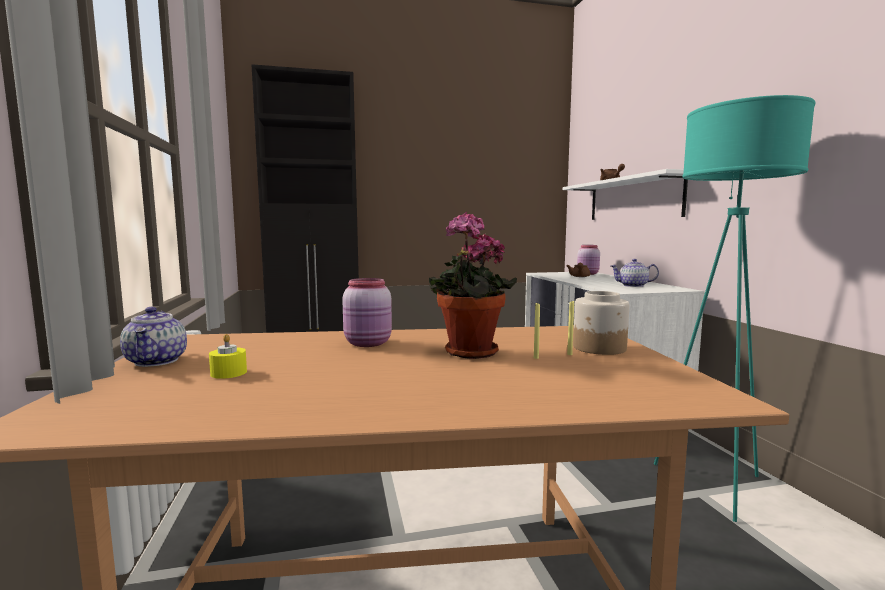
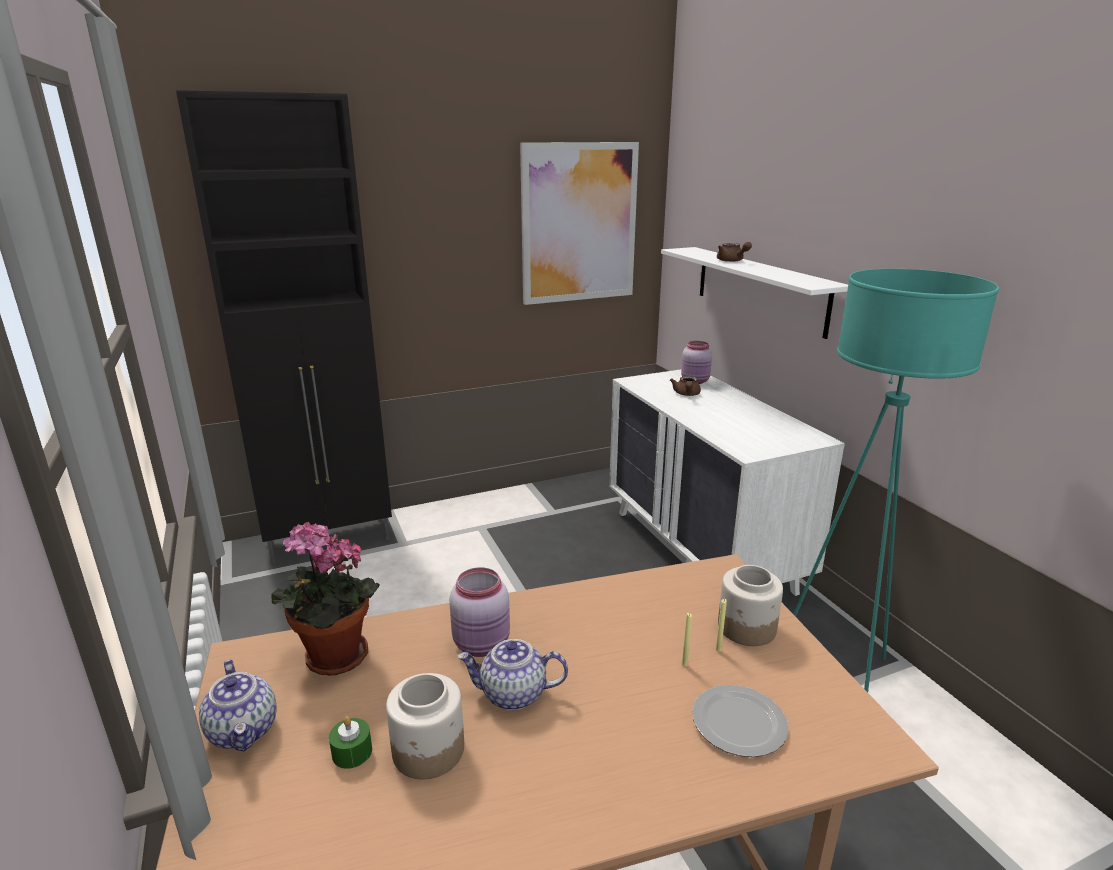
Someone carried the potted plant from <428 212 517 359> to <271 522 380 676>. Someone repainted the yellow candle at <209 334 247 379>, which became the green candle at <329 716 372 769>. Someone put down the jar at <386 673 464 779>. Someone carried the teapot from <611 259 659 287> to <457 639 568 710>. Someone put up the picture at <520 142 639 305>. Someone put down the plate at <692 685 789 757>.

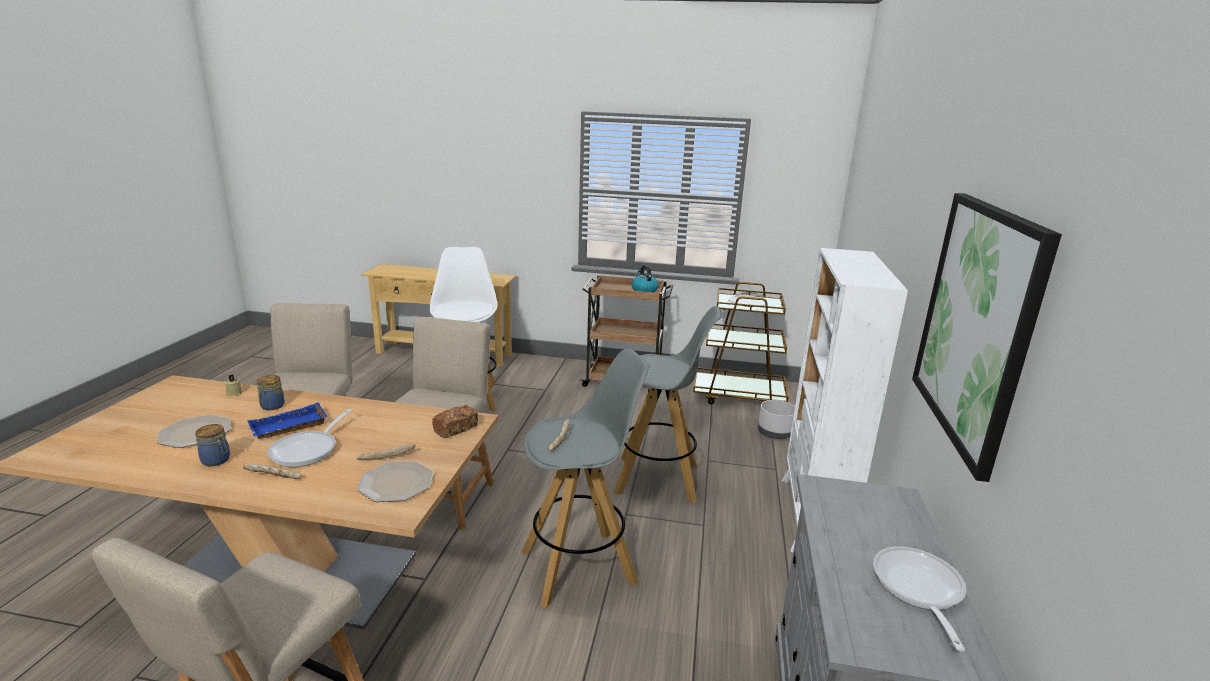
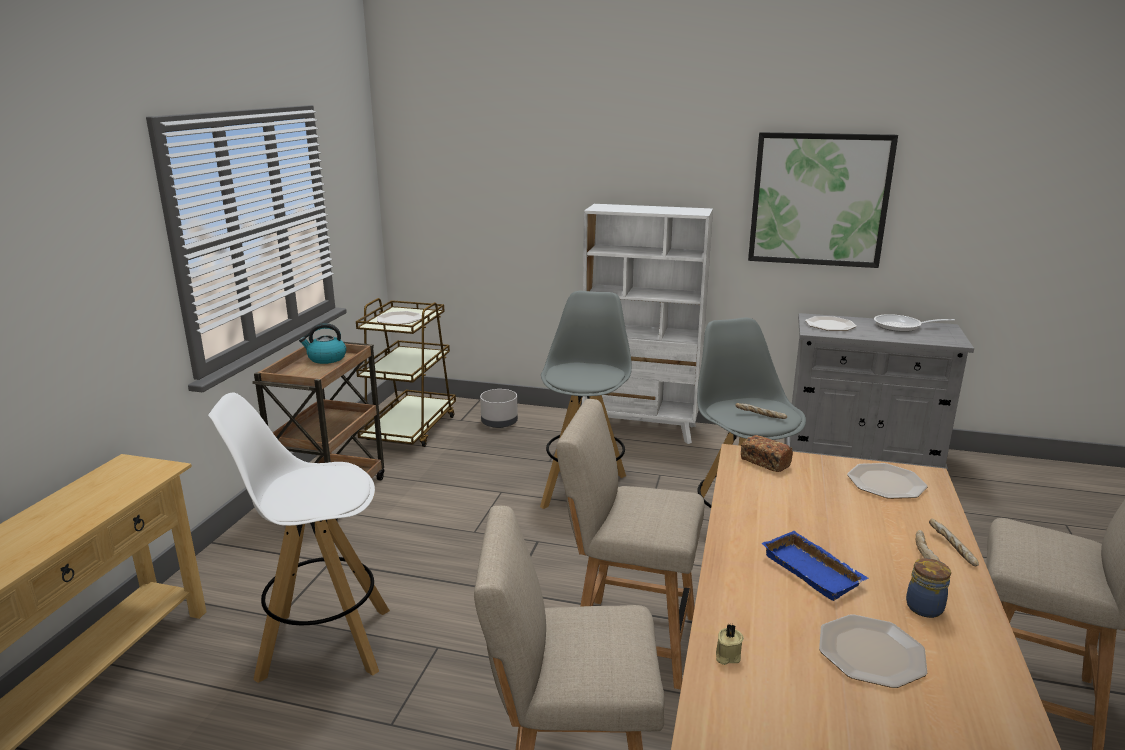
Someone put down the plate at <805 316 857 331>. Someone carried the bread from <356 443 415 460> to <929 518 979 567>. Someone took away the jar at <257 375 285 410>. Someone took away the frying pan at <267 409 353 467>.

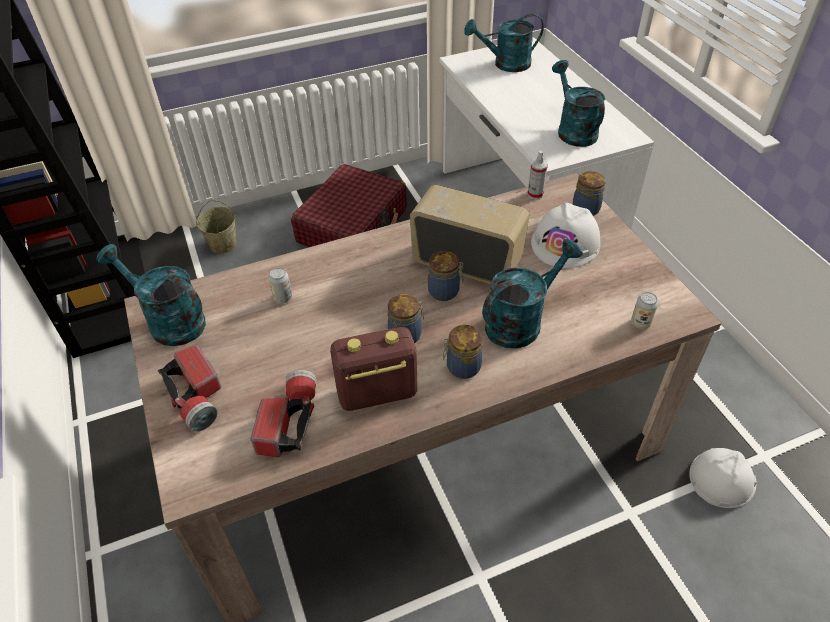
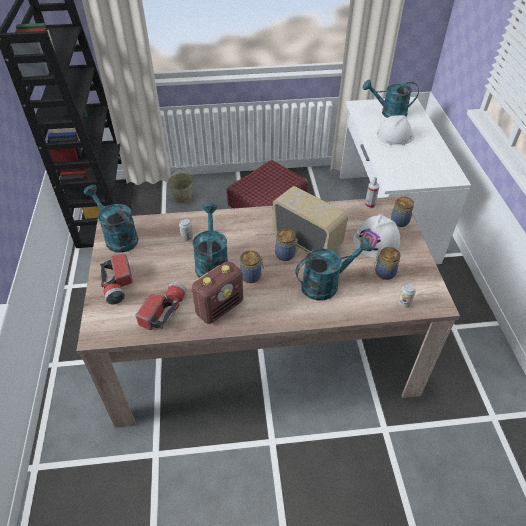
Someone carried the turquoise watering can from <552 60 605 147> to <192 203 228 278>. Someone rotated the radio at <330 327 417 411> by 135 degrees clockwise. Someone carried the jar from <443 325 482 379> to <374 247 401 280>. Someone carried the white hard hat from <689 448 757 508> to <377 115 414 145>.

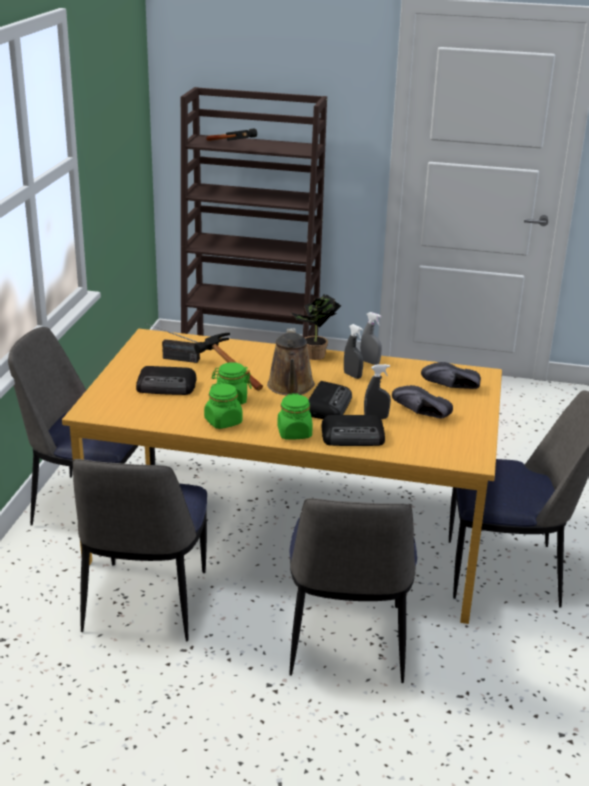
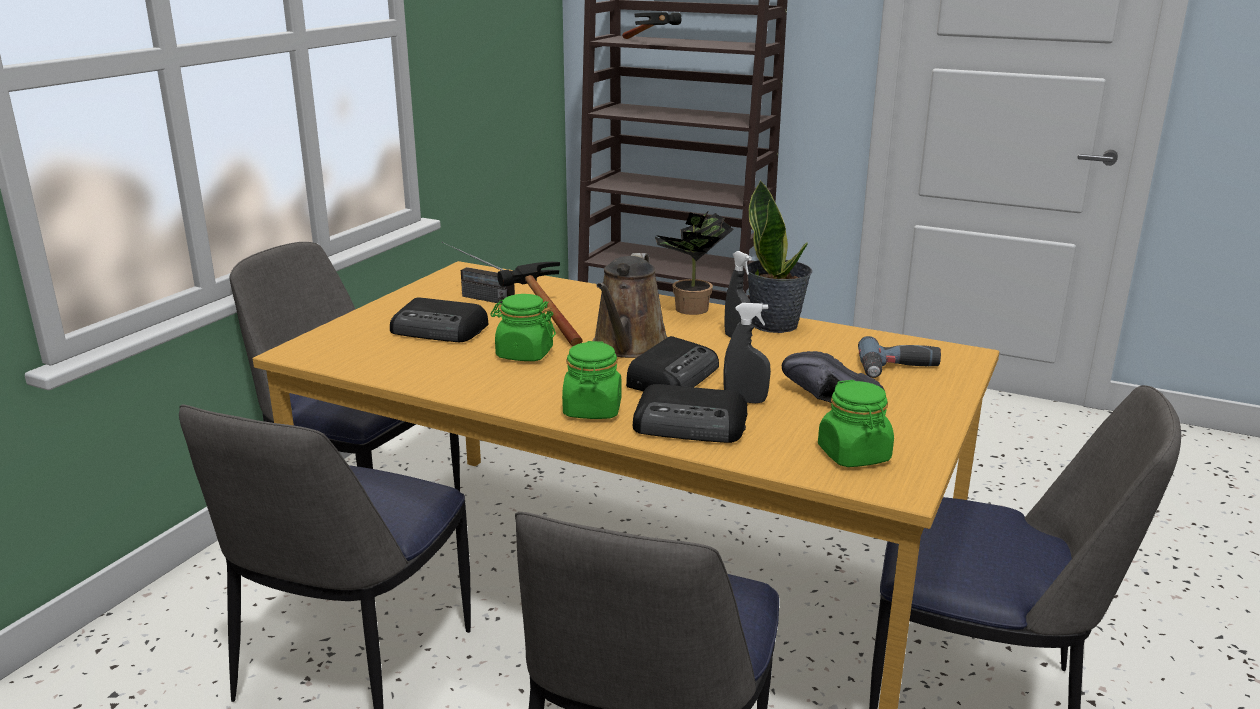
Someone swapped the grey spray bottle at <360 312 382 365> for the potted plant at <747 180 812 333>. Someone carried the green jar from <204 383 243 429> to <818 380 894 467>. Someone swapped the black shoe at <421 362 481 389> for the power drill at <858 336 941 378>.

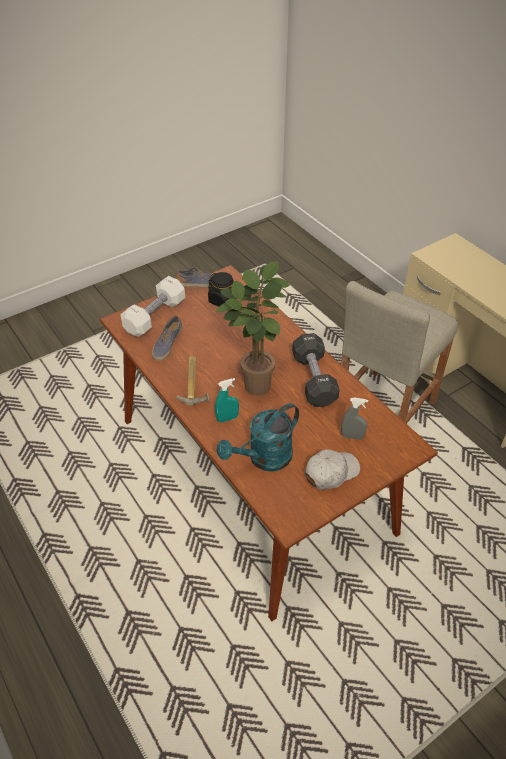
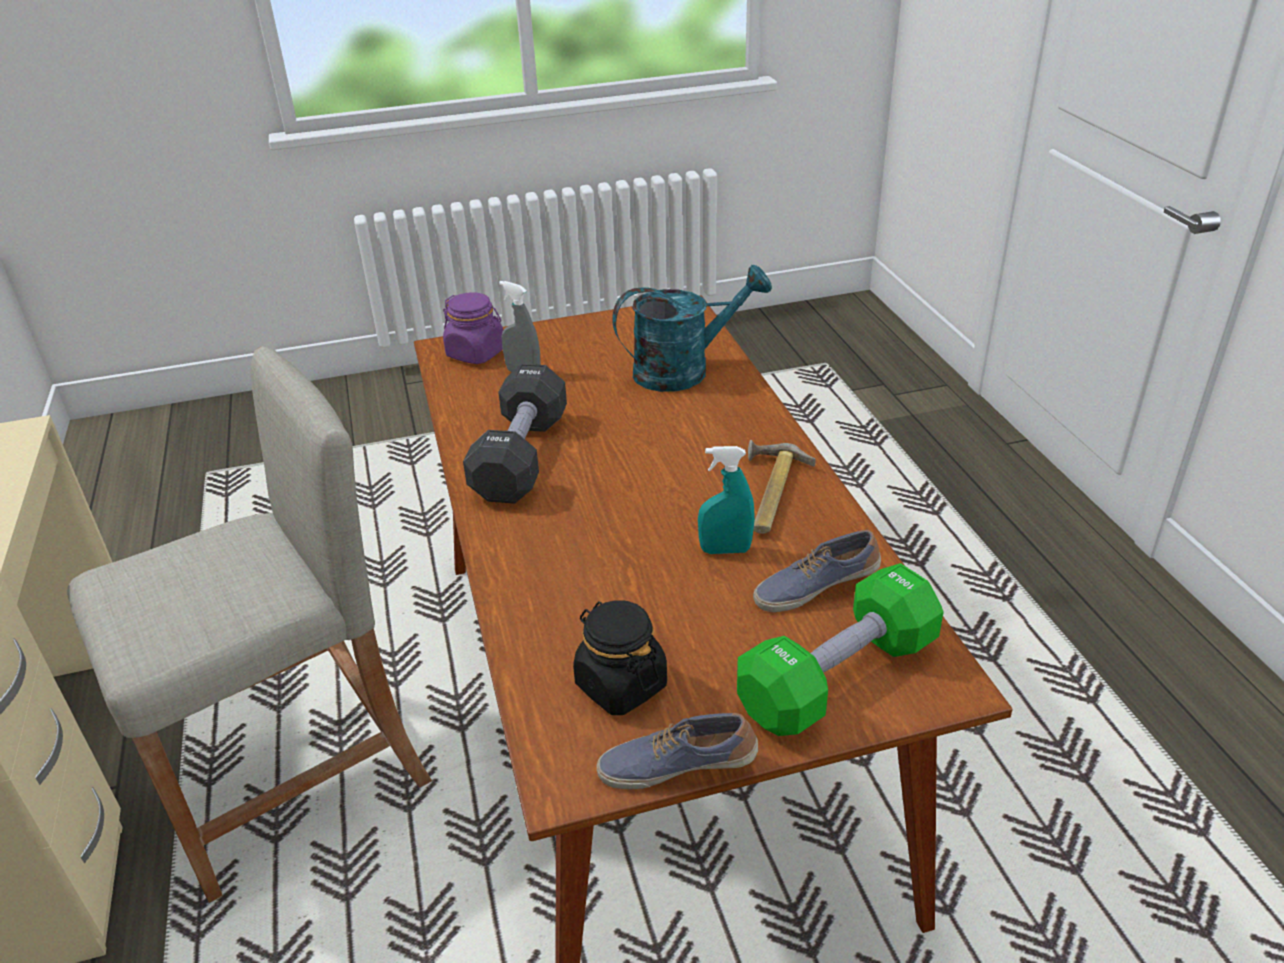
Someone put down the purple jar at <443 292 503 364>. Someone carried the turquoise spray bottle from <215 378 239 423> to <698 446 755 554>. Someone repainted the white dumbbell at <121 276 185 337>, which became the green dumbbell at <737 563 944 736>. Someone rotated the shoe at <152 315 183 361> by 150 degrees counterclockwise. Someone took away the potted plant at <216 261 289 396>. Someone took away the white cap at <305 449 360 490>.

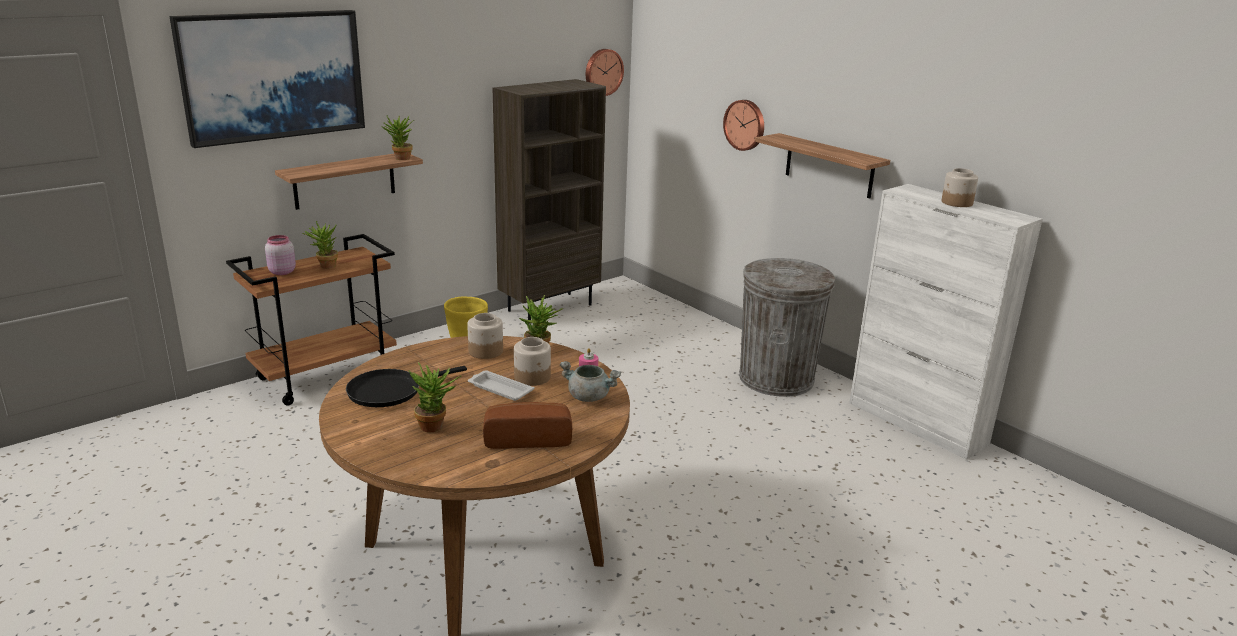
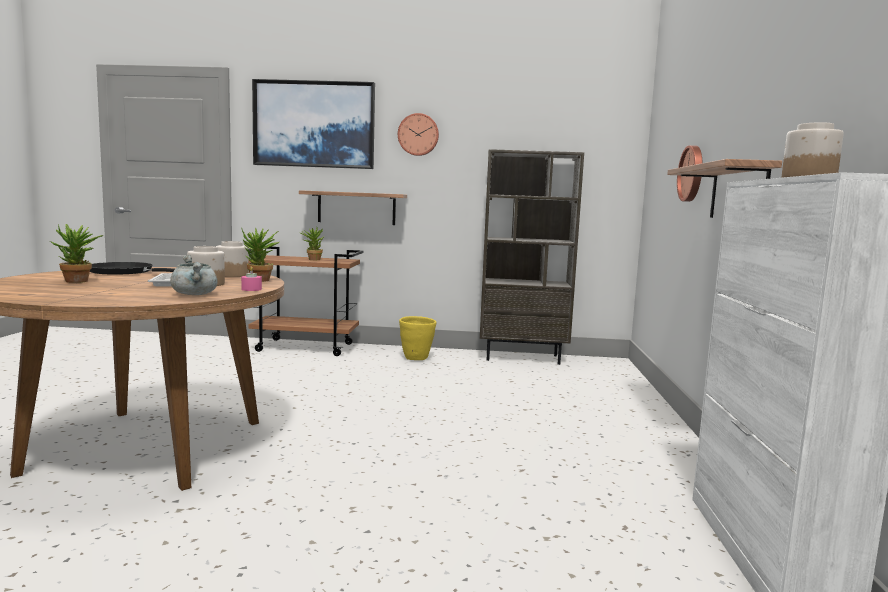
Someone carried the wall clock from <586 49 624 96> to <398 113 439 156>. Someone took away the pink jar at <265 235 296 275>. Someone took away the potted plant at <381 116 414 160>. Someone took away the bread at <483 402 572 449>. Someone took away the grey trash can at <739 258 835 397>.

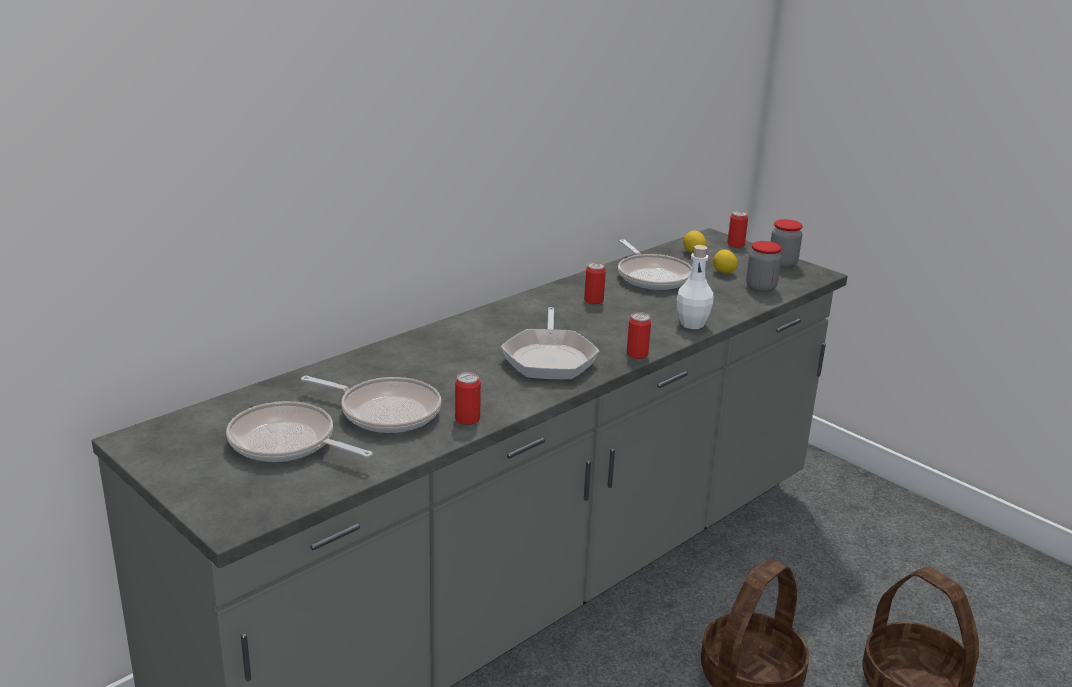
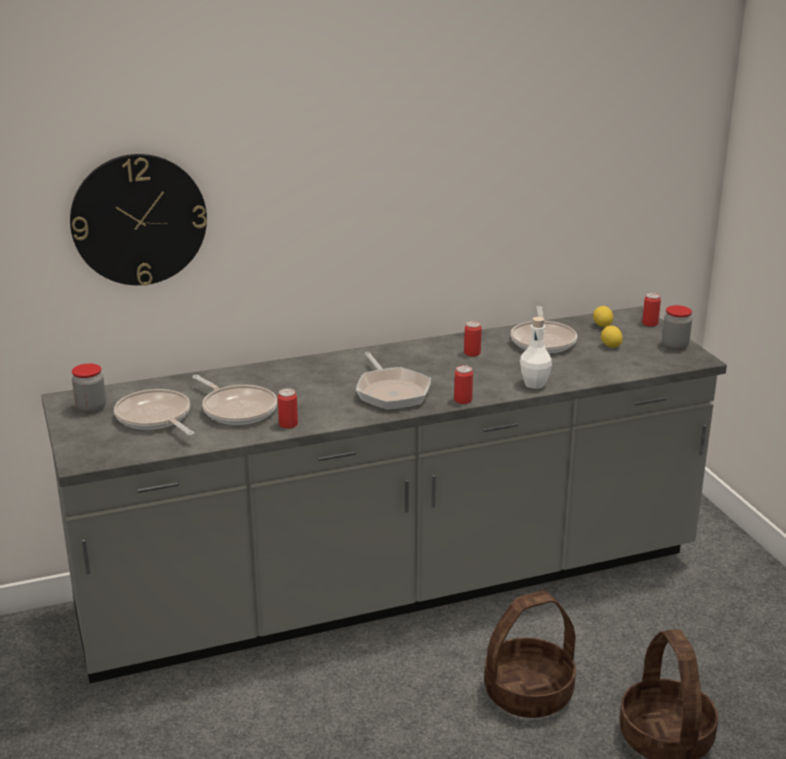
Someone put up the wall clock at <70 154 207 285>. Someone carried the jar from <746 241 782 292> to <72 363 106 414>. Someone rotated the frying pan at <501 307 599 380> by 45 degrees counterclockwise.

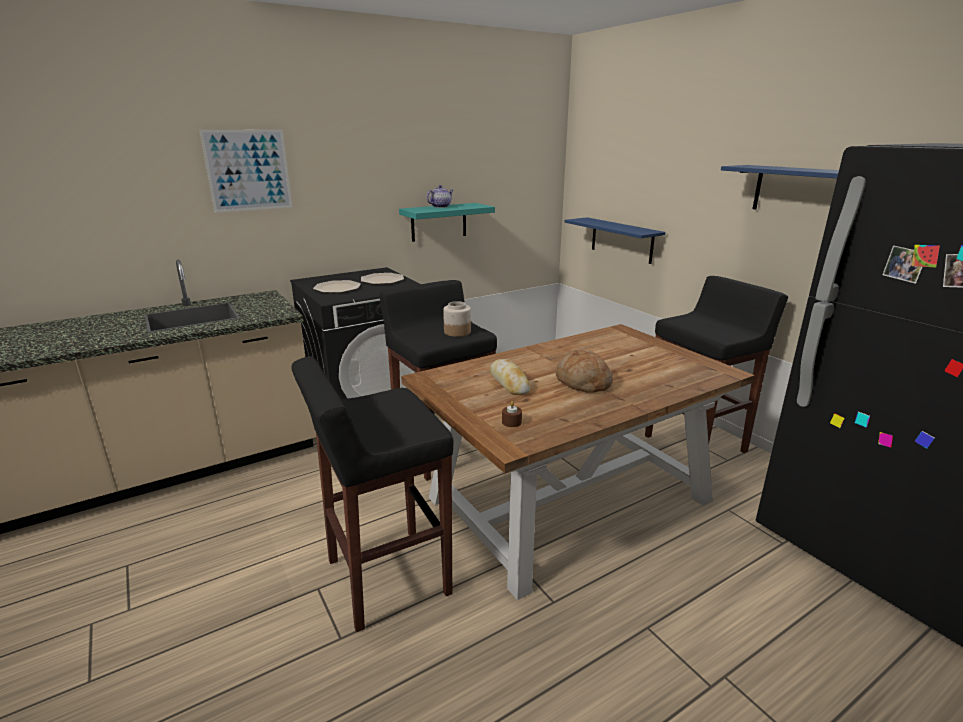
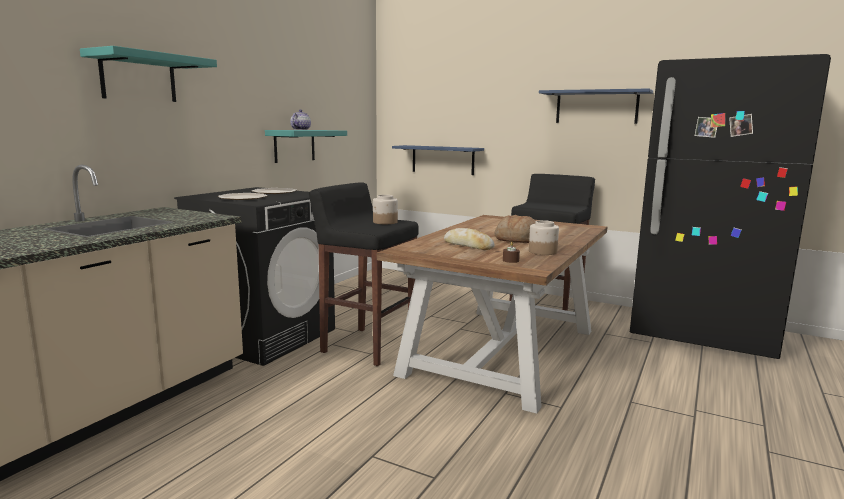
Someone swapped the picture at <200 130 292 213> for the turquoise shelf at <80 46 217 102>. Someone put down the jar at <529 220 559 255>. Someone took away the black stool at <291 356 453 632>.

